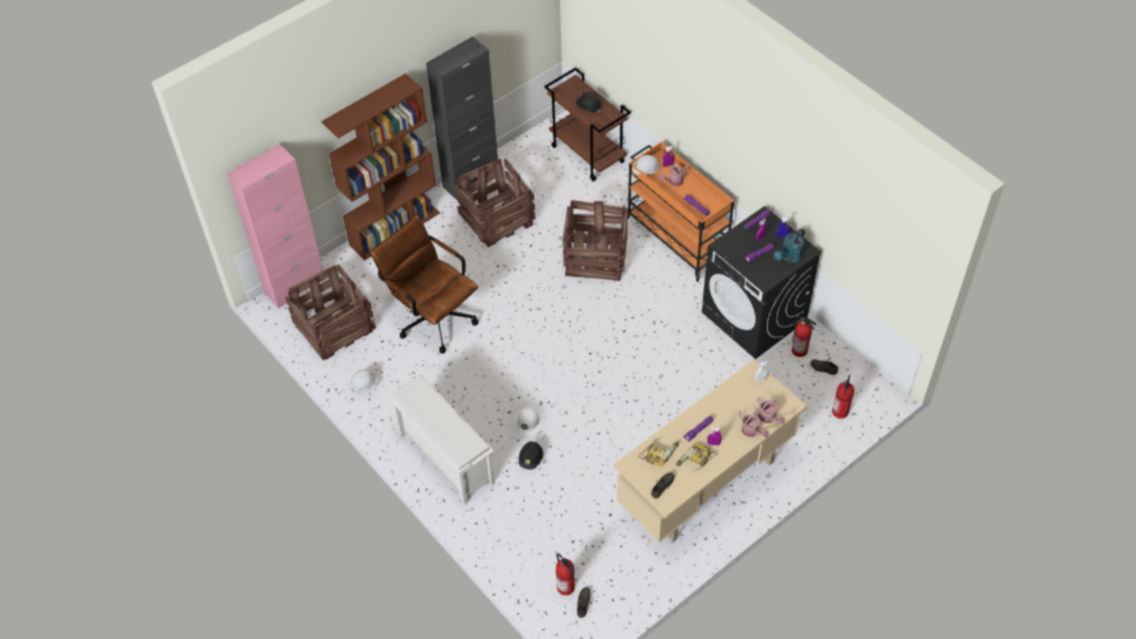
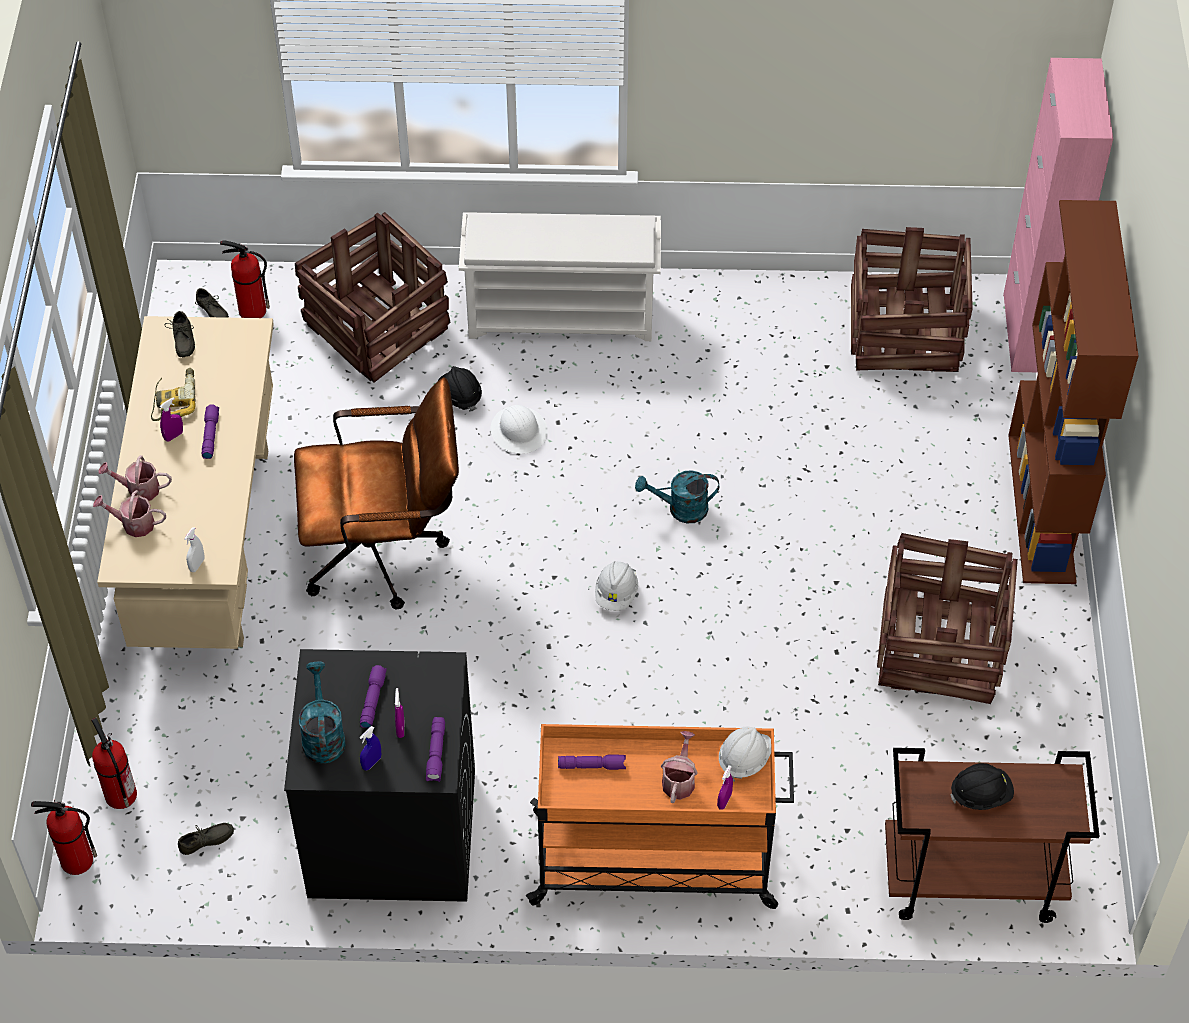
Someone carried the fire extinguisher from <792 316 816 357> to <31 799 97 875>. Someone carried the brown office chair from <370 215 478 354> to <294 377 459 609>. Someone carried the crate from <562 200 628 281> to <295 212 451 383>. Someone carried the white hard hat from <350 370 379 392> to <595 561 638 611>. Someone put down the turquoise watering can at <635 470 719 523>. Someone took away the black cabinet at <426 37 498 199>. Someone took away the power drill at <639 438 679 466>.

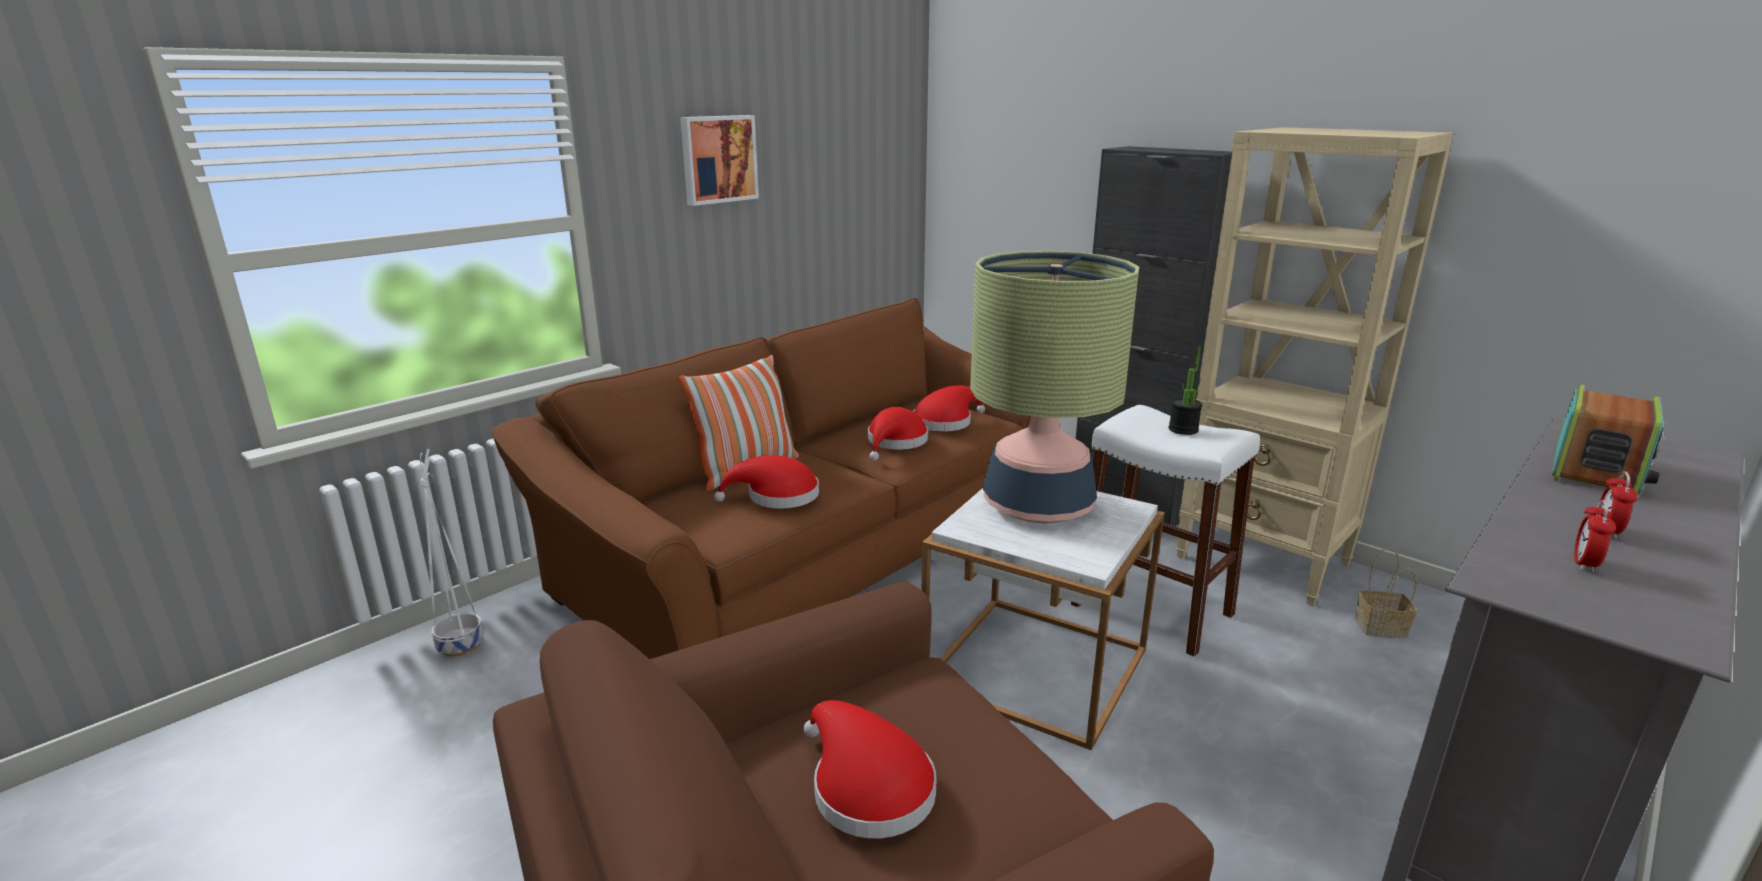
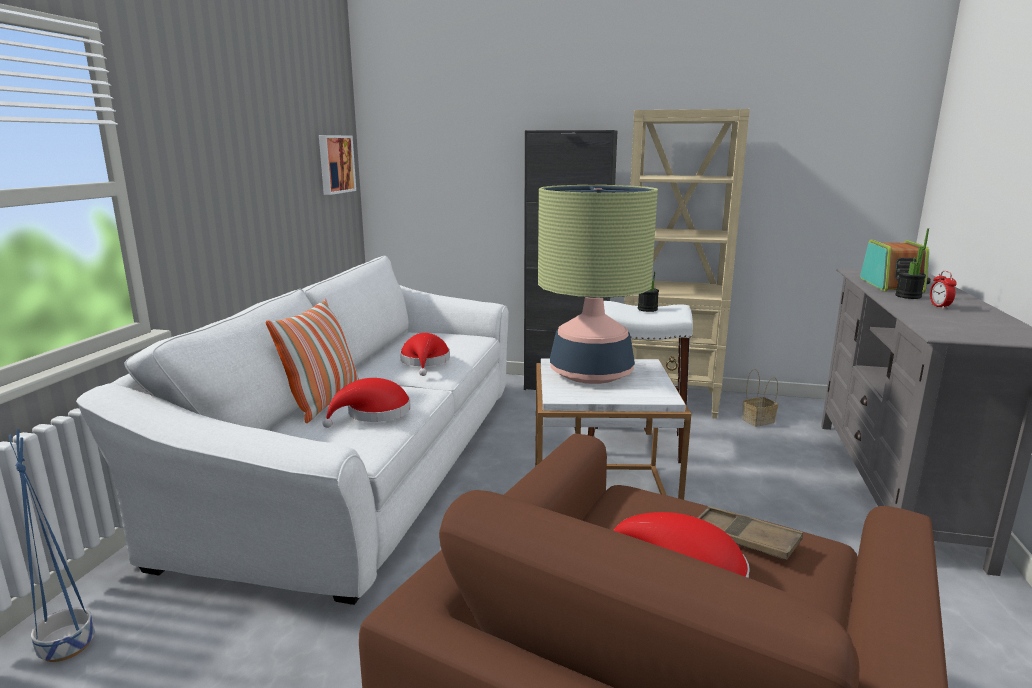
Someone repainted the white planter at <420 449 484 657>, which became the blue planter at <9 429 95 662>. Someone repainted the brown sofa at <492 298 1031 659>, which became the white sofa at <76 255 509 605>. Someone carried the picture from <680 115 759 206> to <319 135 356 195>. Someone put down the brown tray at <697 506 803 560>. Someone put down the potted plant at <895 228 929 299>. Someone took away the red hat at <913 385 985 432>. Someone took away the alarm clock at <1574 500 1616 573>.

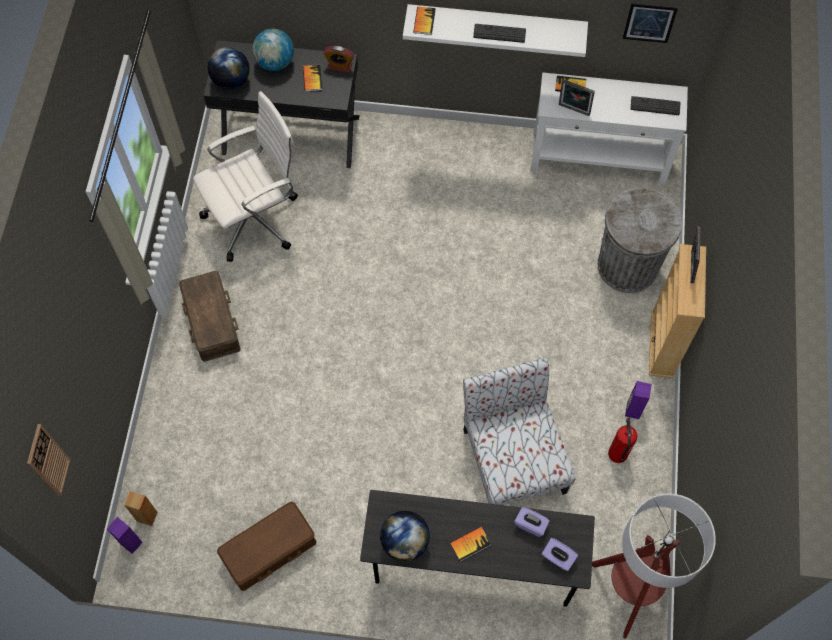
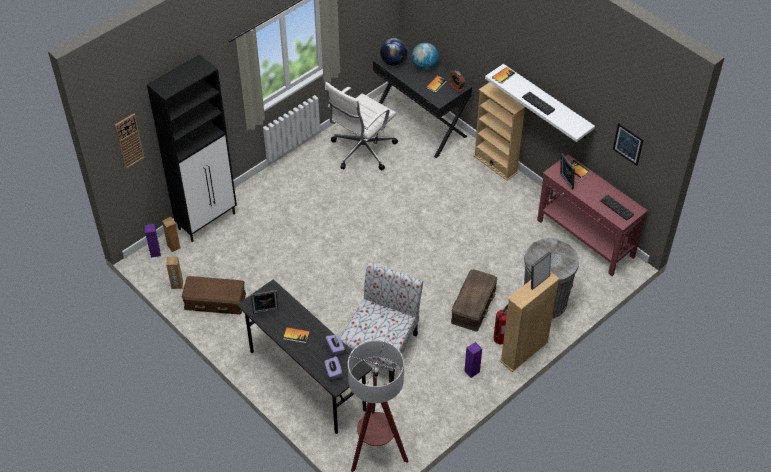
Someone put down the black cabinet at <147 54 237 242>. Someone put down the brown speaker at <166 257 183 289>. Someone swapped the globe at <380 511 430 562> for the picture frame at <251 290 279 314>. Someone rotated the white office chair at <193 91 298 262> by 120 degrees clockwise. Someone carried the brown storage box from <179 271 241 362> to <451 269 497 331>. Someone put down the beige bookcase at <473 82 525 181>. Someone carried the fire extinguisher from <608 418 638 463> to <493 305 508 344>. Someone repainted the white console table at <530 72 688 185>, which became the red console table at <537 154 648 276>.

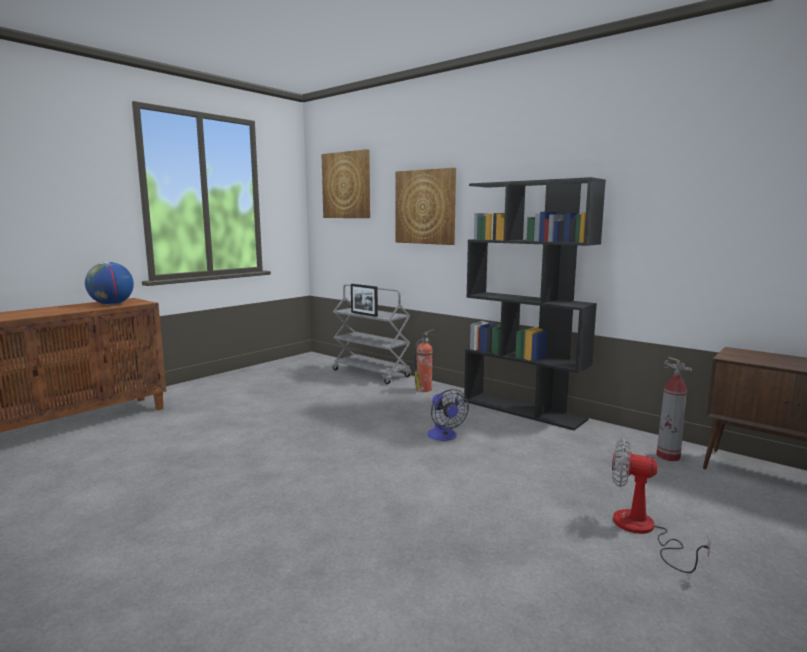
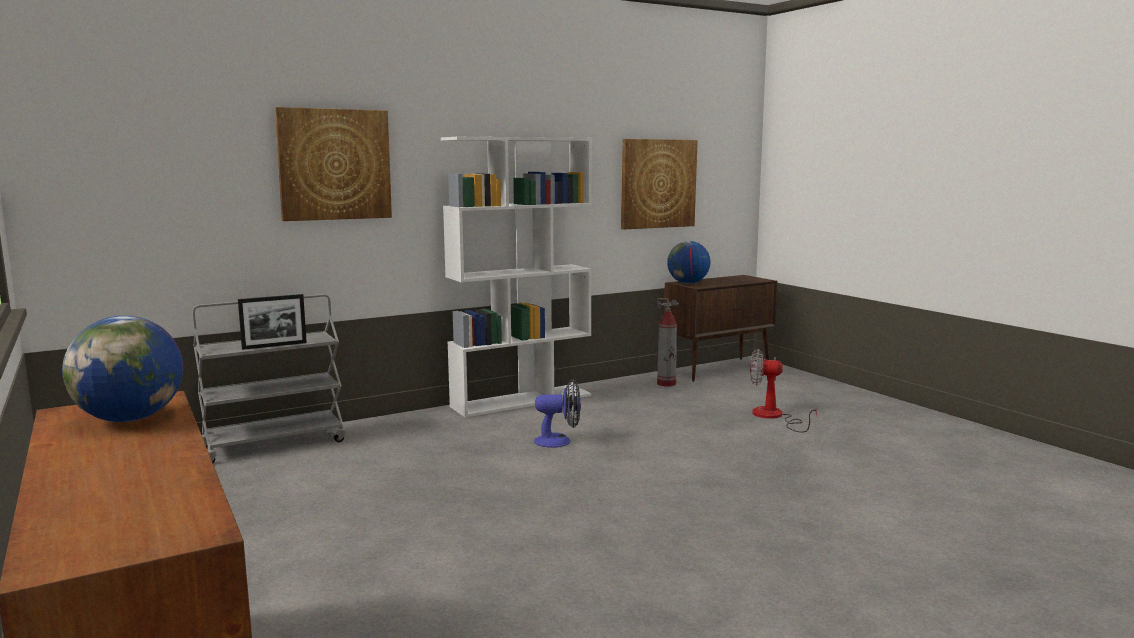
Someone repainted the black bookcase at <464 177 606 430>, which became the white bookcase at <441 137 592 417>. Someone carried the picture from <321 149 370 218> to <621 139 698 229>. Someone put down the globe at <667 241 710 284>. Someone rotated the fan at <612 439 711 573> by 60 degrees clockwise. Someone took away the fire extinguisher at <414 329 436 392>.

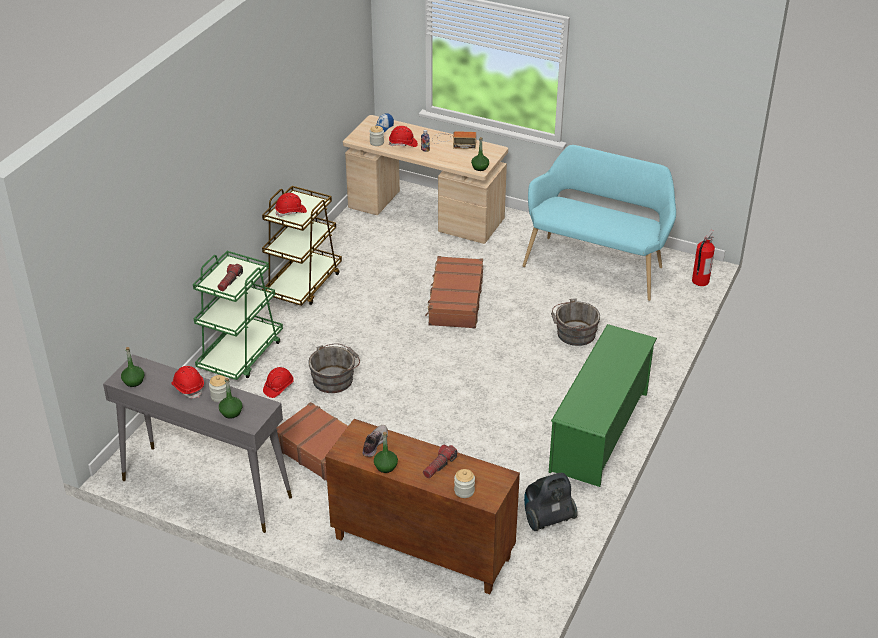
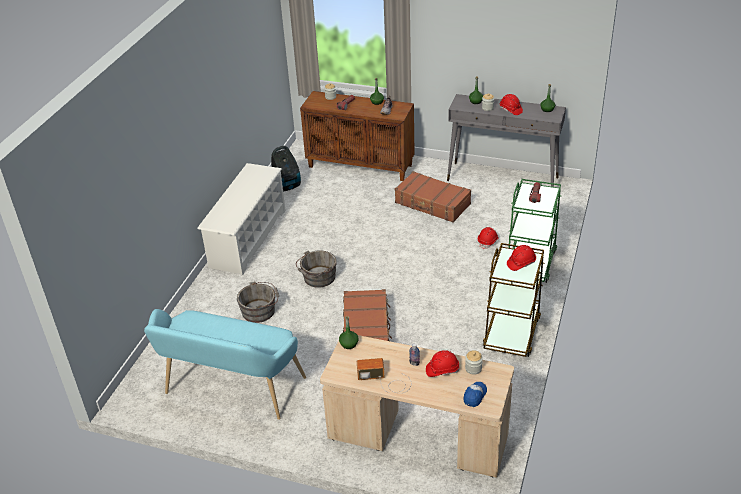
Someone repainted the green shoe rack at <549 324 657 487>, which became the white shoe rack at <197 163 286 276>. Someone carried the grey bucket from <309 343 360 393> to <296 250 337 288>. Someone took away the fire extinguisher at <692 230 715 286>.

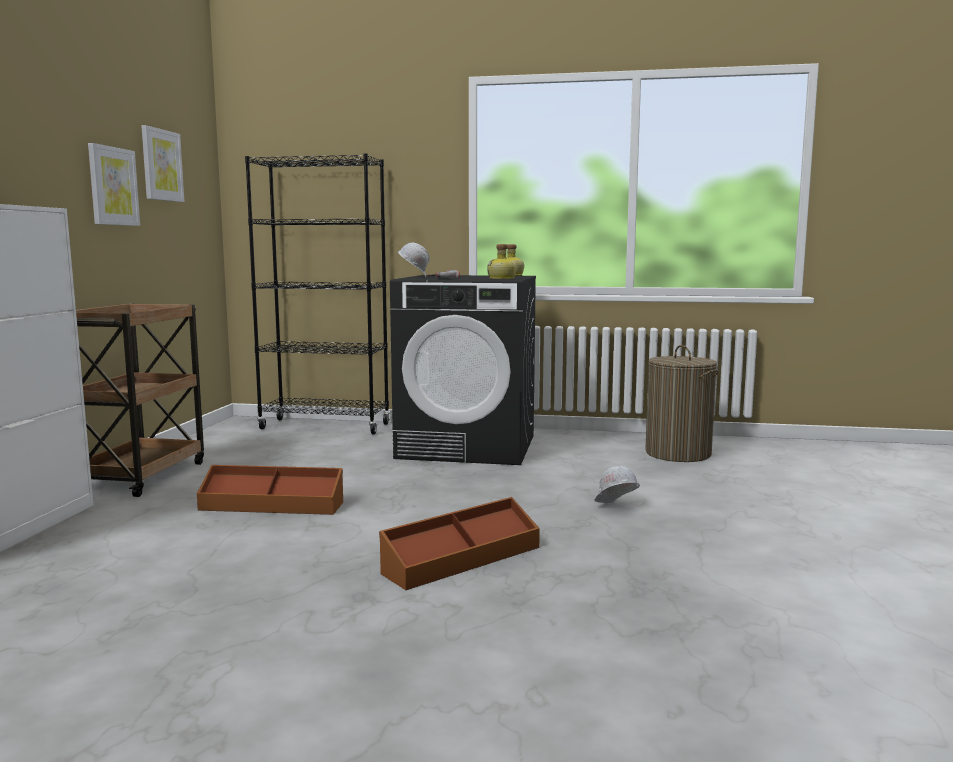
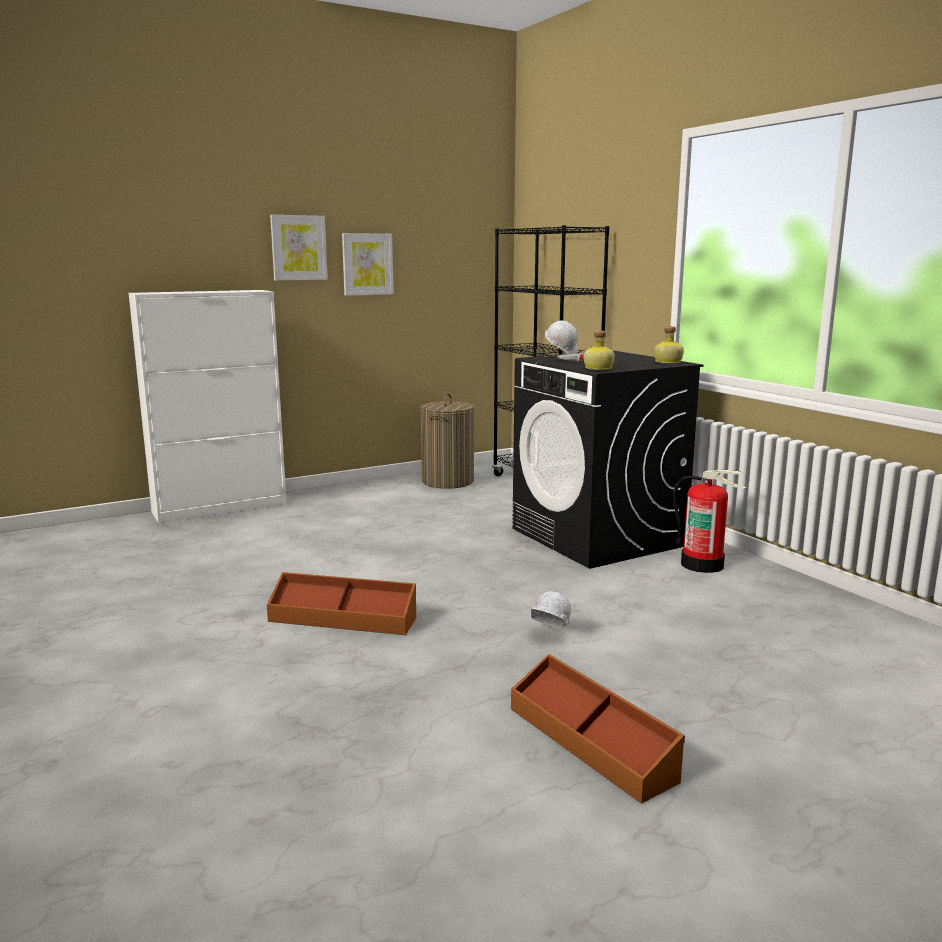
Someone carried the picture from <141 125 184 202> to <270 215 328 281>. Someone carried the laundry basket from <645 345 718 462> to <420 393 474 489>. Someone carried the brown storage box from <197 465 343 515> to <511 654 685 804>. Someone put down the fire extinguisher at <673 470 747 573>. Someone took away the brown cart at <76 303 204 497>.

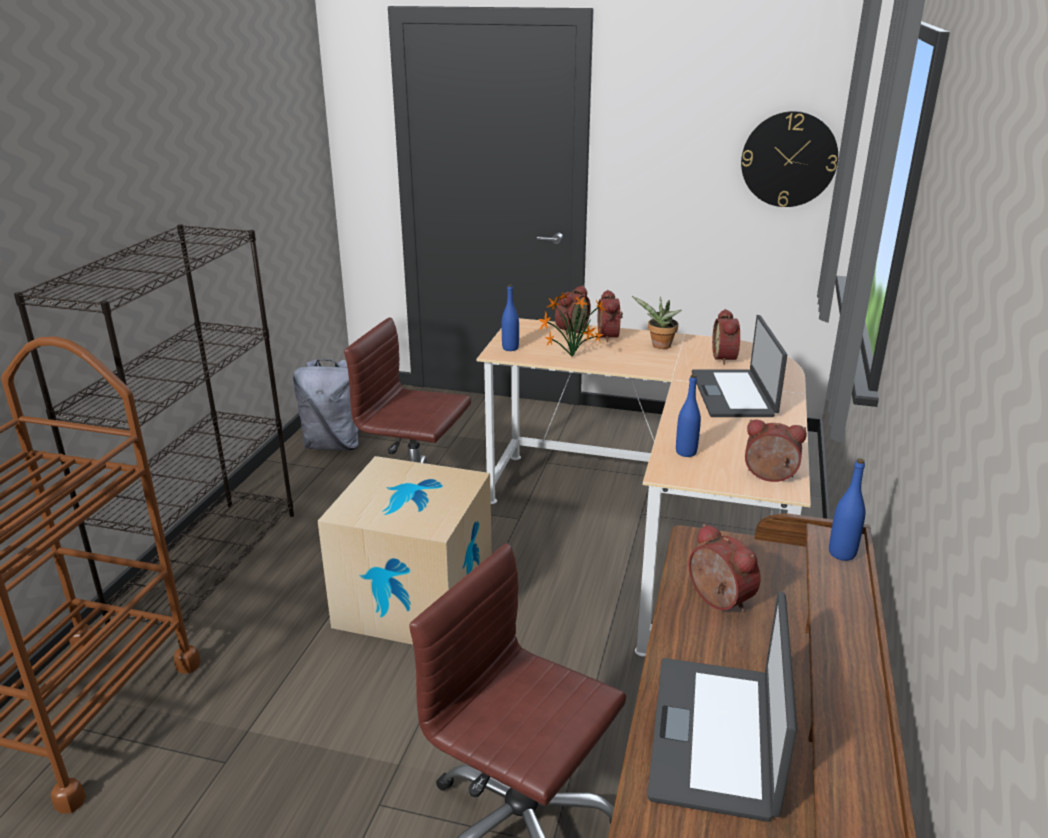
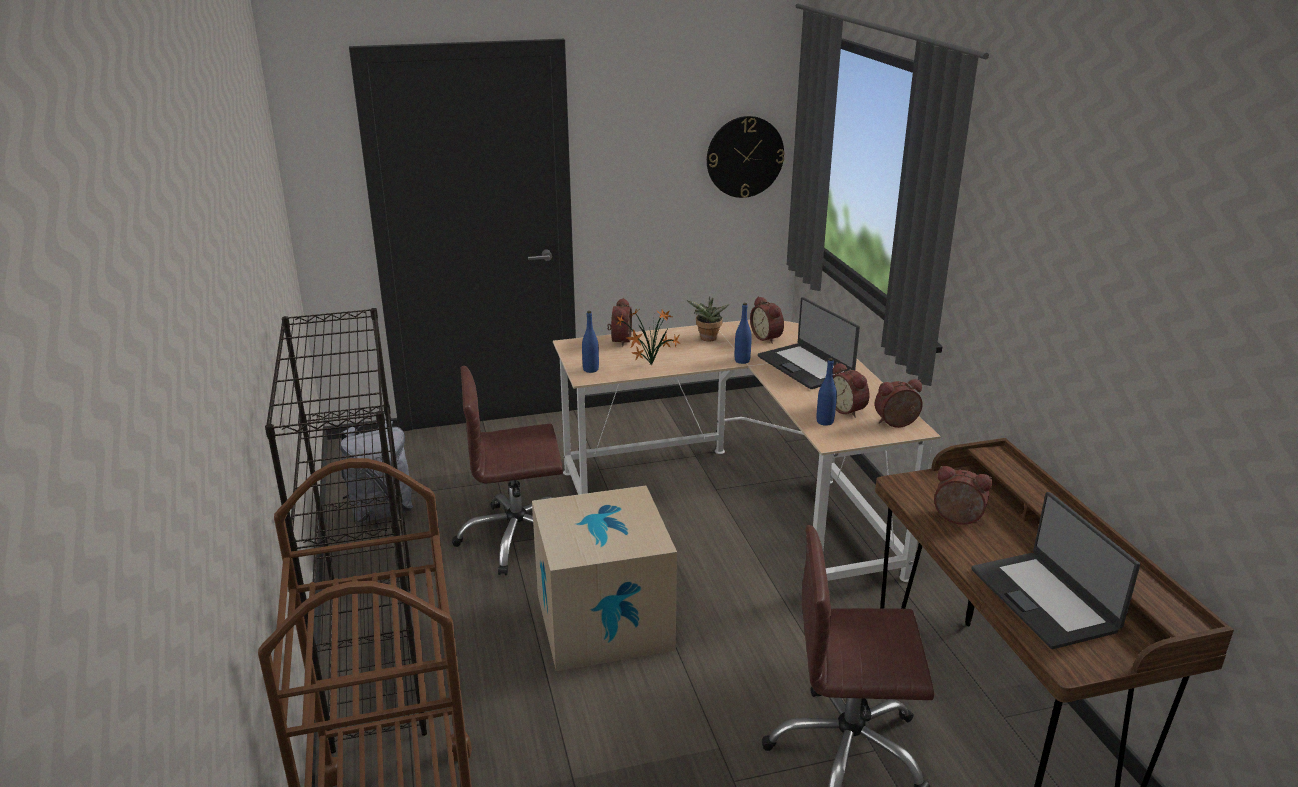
Someone carried the blue bottle from <829 459 865 561> to <735 303 752 364>. Someone carried the alarm clock from <598 290 623 342> to <833 362 869 418>.

